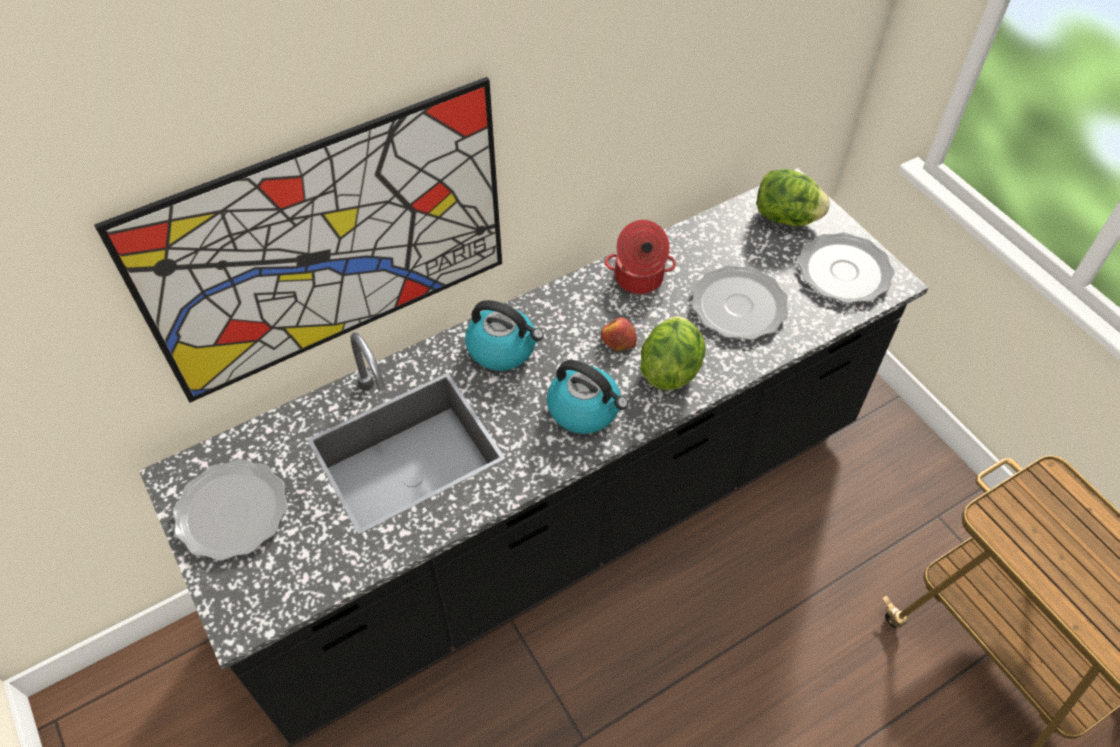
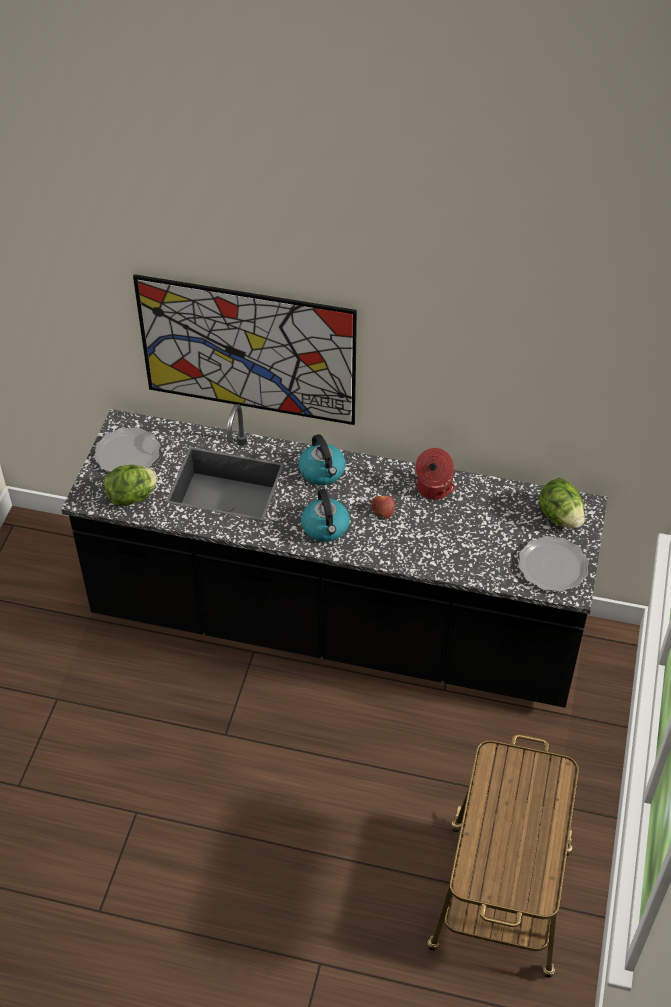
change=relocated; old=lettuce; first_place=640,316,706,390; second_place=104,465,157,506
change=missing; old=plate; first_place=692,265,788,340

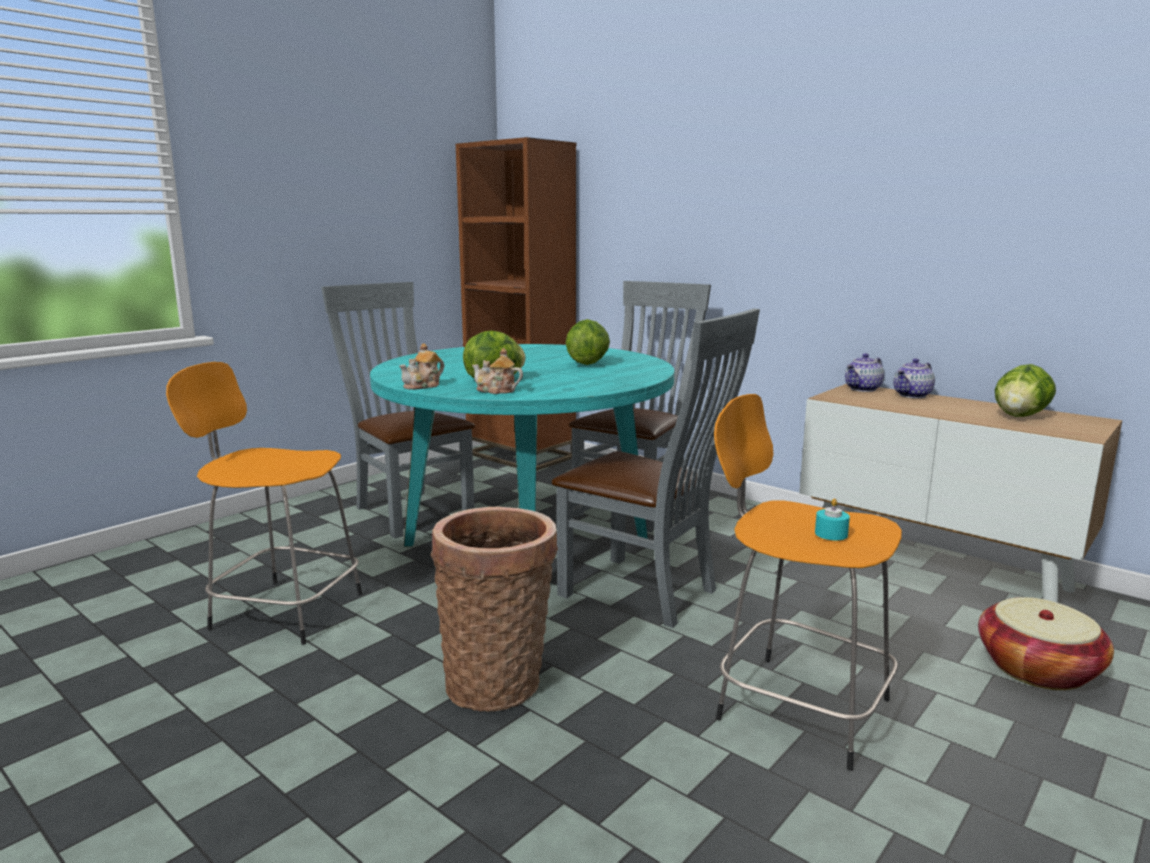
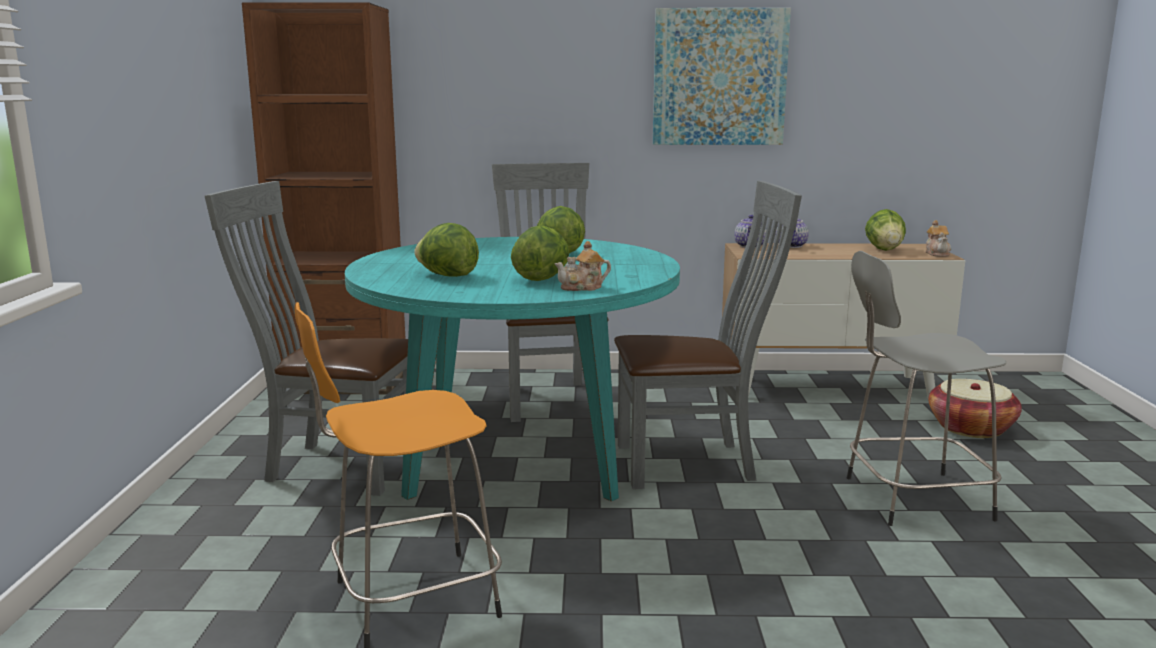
change=appeared; new=lettuce; second_place=414,223,479,277
change=appeared; new=picture; second_place=653,8,791,145
change=colour; old=stool (orange); new=stool (grey); first_place=714,394,902,771; second_place=847,251,1006,526
change=relocated; old=teapot; first_place=399,343,444,390; second_place=926,220,951,257
change=missing; old=basket; first_place=431,507,558,712
change=missing; old=candle (turquoise); first_place=815,498,850,540

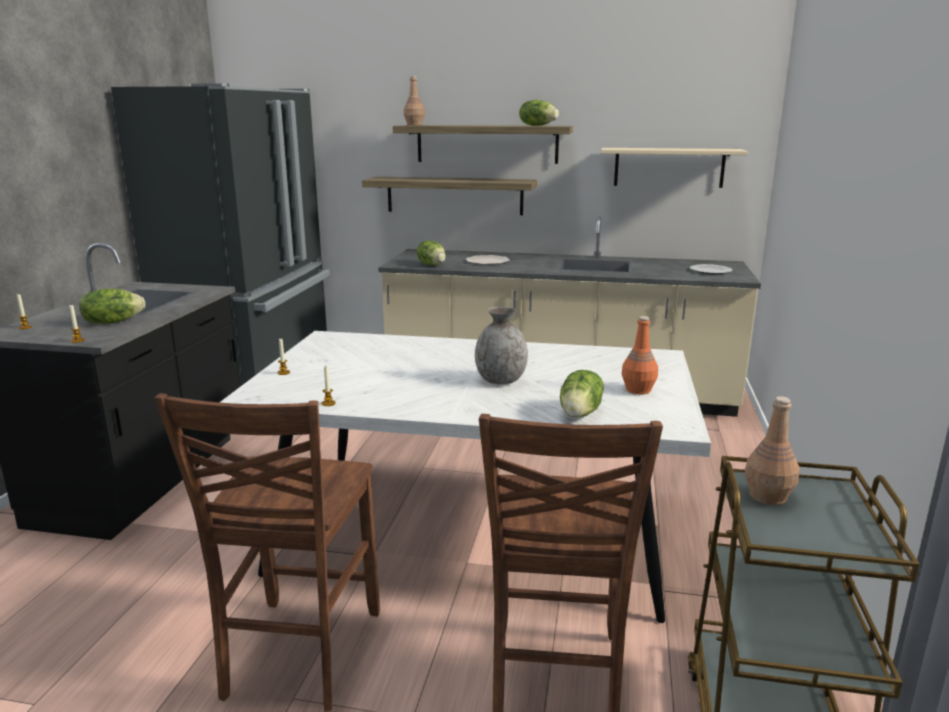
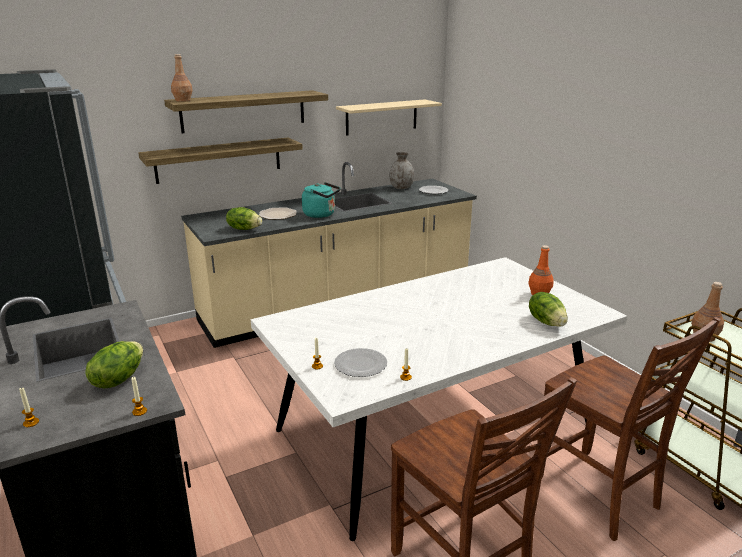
change=appeared; new=kettle (turquoise); second_place=302,182,340,218
change=appeared; new=plate; second_place=334,348,387,377
change=relocated; old=vase (grey); first_place=475,307,528,385; second_place=389,152,414,189
change=missing; old=lettuce; first_place=519,100,559,126

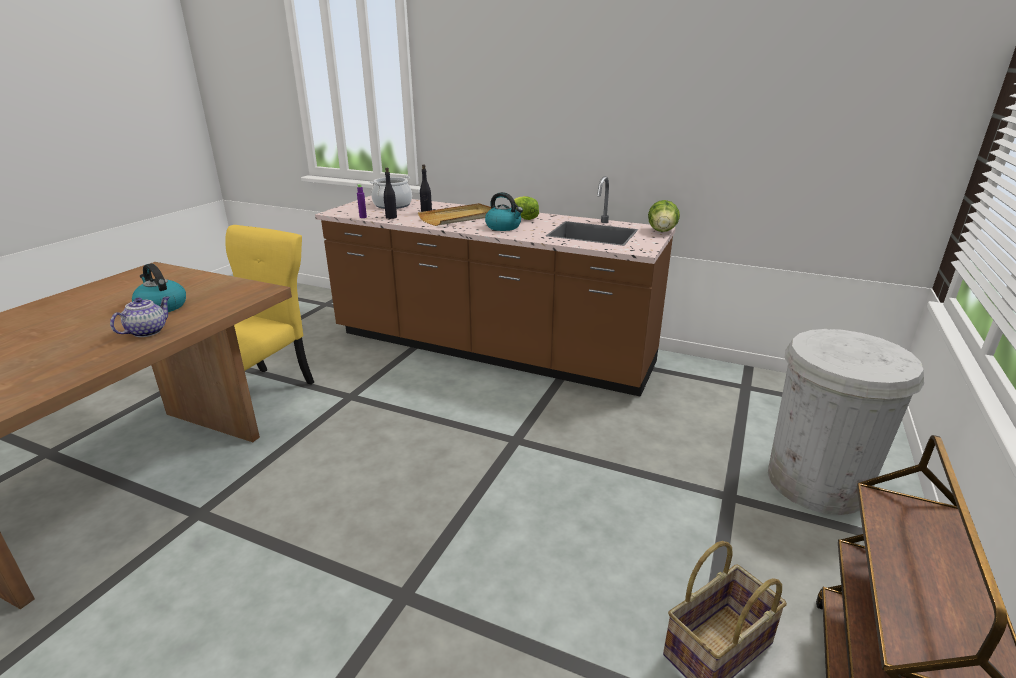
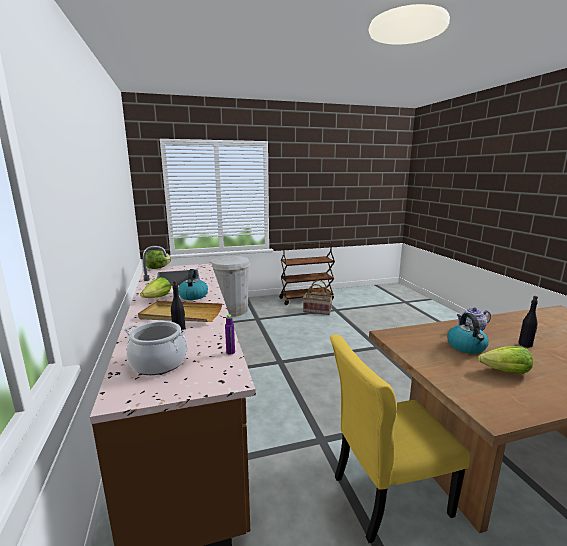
change=appeared; new=lettuce; second_place=478,346,533,374
change=relocated; old=bottle (black); first_place=384,168,397,219; second_place=518,296,538,347

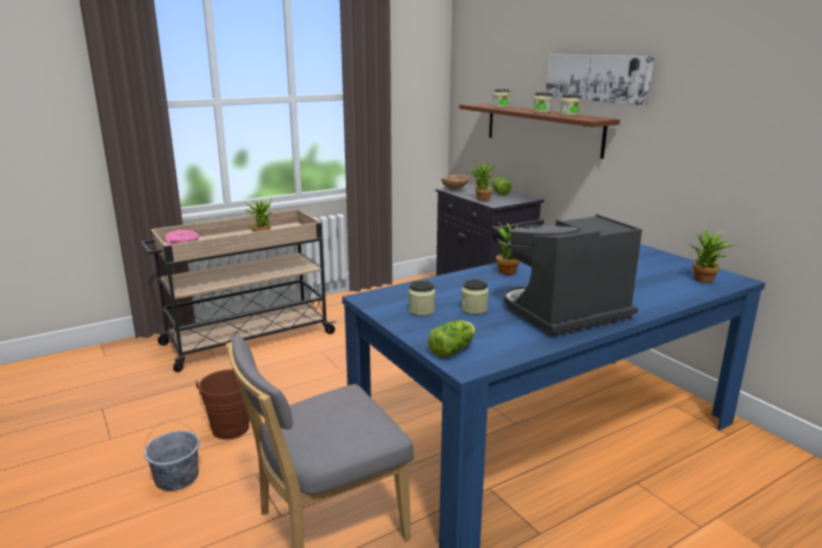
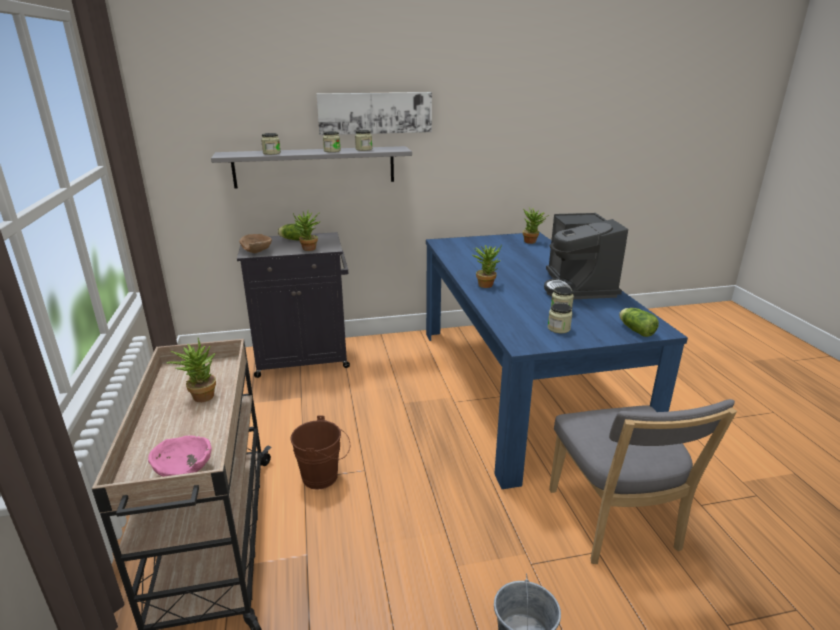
change=colour; old=shelf (brown); new=shelf (grey); first_place=459,103,620,159; second_place=211,146,412,189
change=relocated; old=bucket (brown); first_place=196,369,250,440; second_place=290,416,350,490

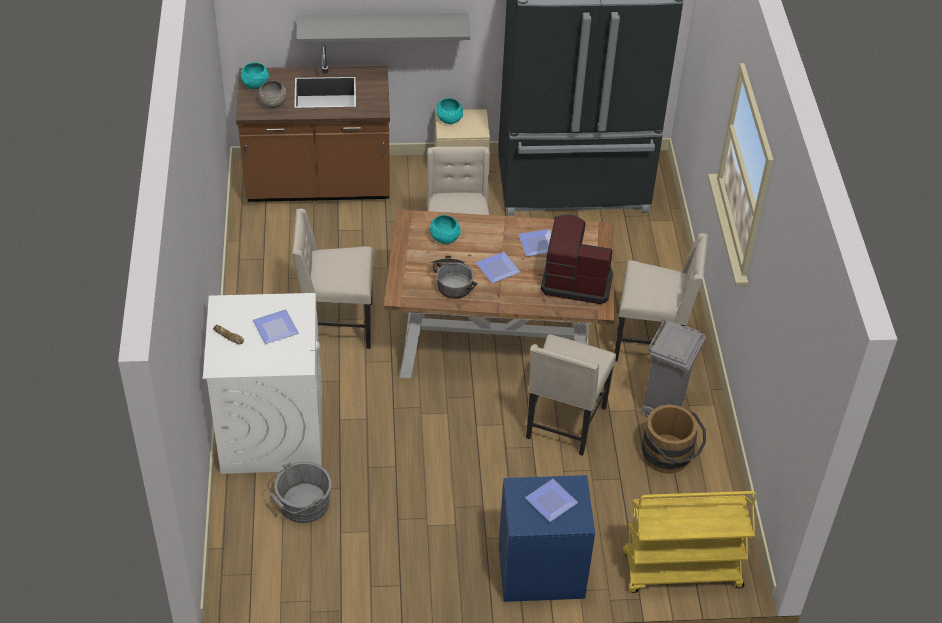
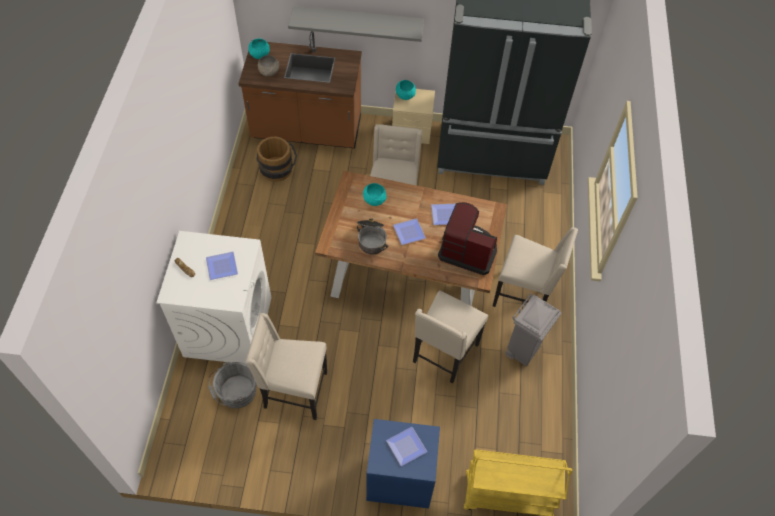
change=relocated; old=chair (beige); first_place=292,208,373,349; second_place=246,313,327,420
change=relocated; old=bucket (brown); first_place=642,404,706,474; second_place=256,137,297,182

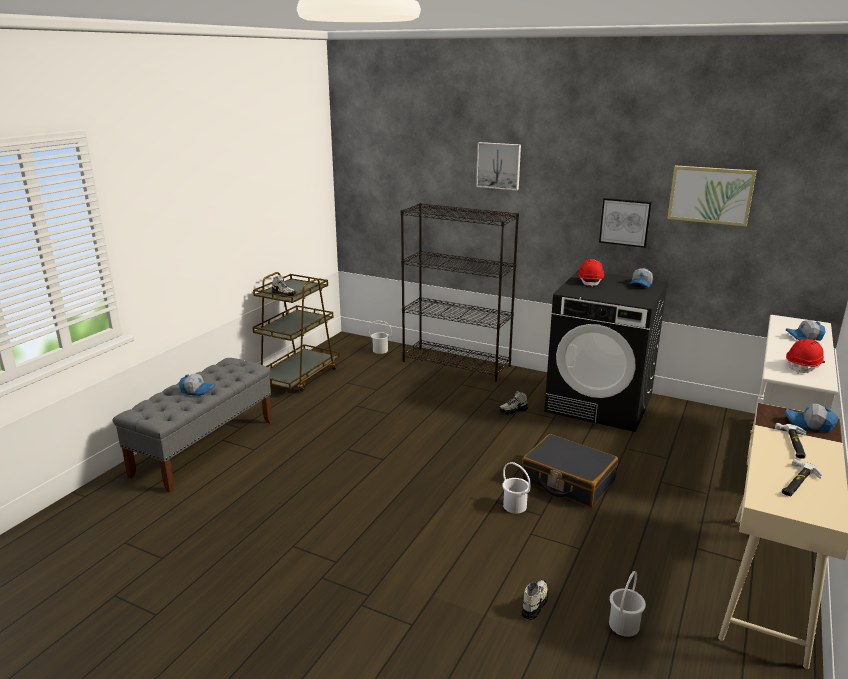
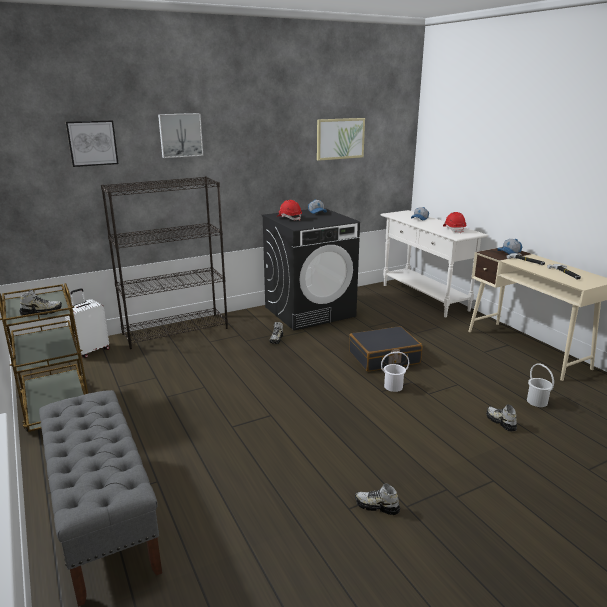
change=exchanged; old=bucket (white); new=suitcase (white); first_place=368,321,392,354; second_place=65,288,110,358
change=relocated; old=picture; first_place=599,198,652,248; second_place=66,120,119,167
change=appeared; new=shoe; second_place=355,483,400,515
change=missing; old=cap; first_place=179,373,215,396

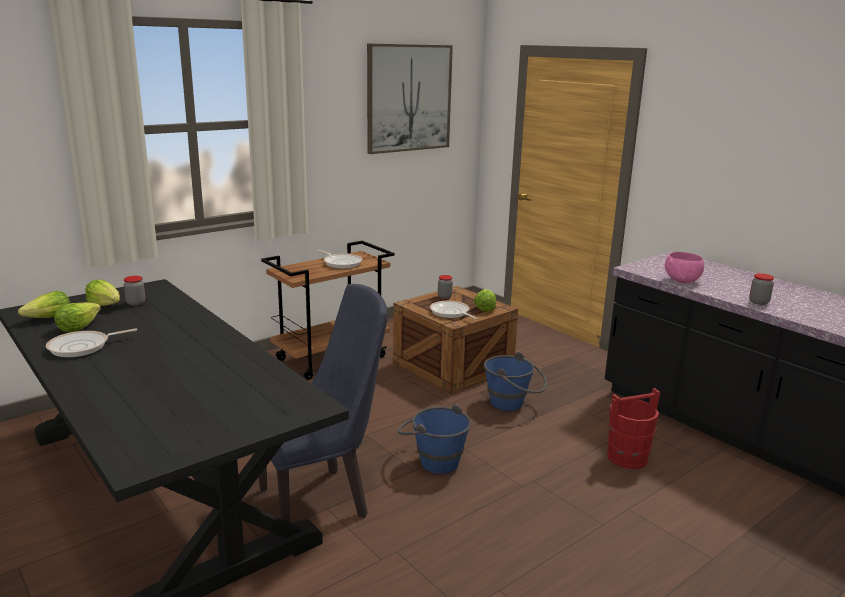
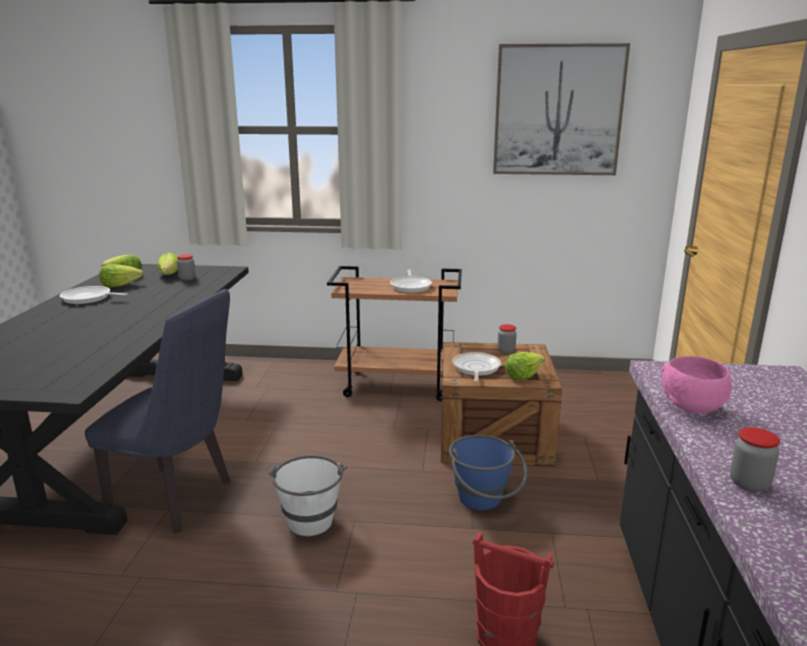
change=colour; old=bucket (blue); new=bucket (white); first_place=397,403,471,474; second_place=268,455,347,536

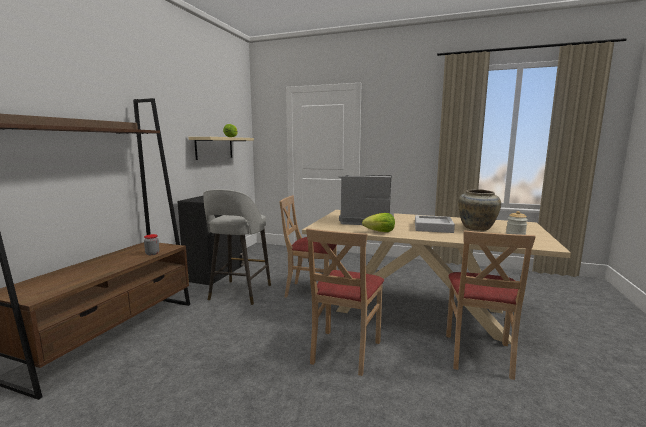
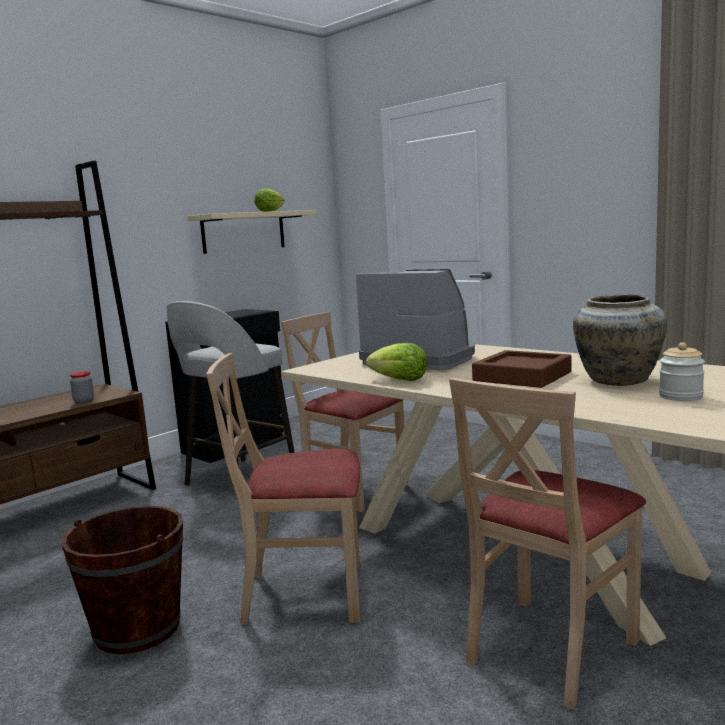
change=appeared; new=bucket (brown); second_place=61,506,183,654
change=spun; old=chair (beige); first_place=306,228,384,376; second_place=206,353,360,624; degrees=45
change=colour; old=tray (grey); new=tray (brown); first_place=415,215,455,233; second_place=472,350,572,388

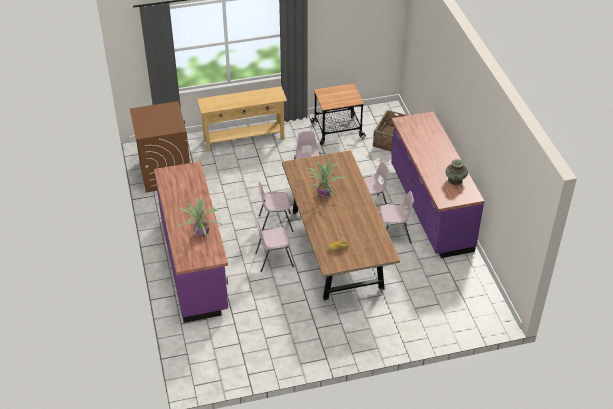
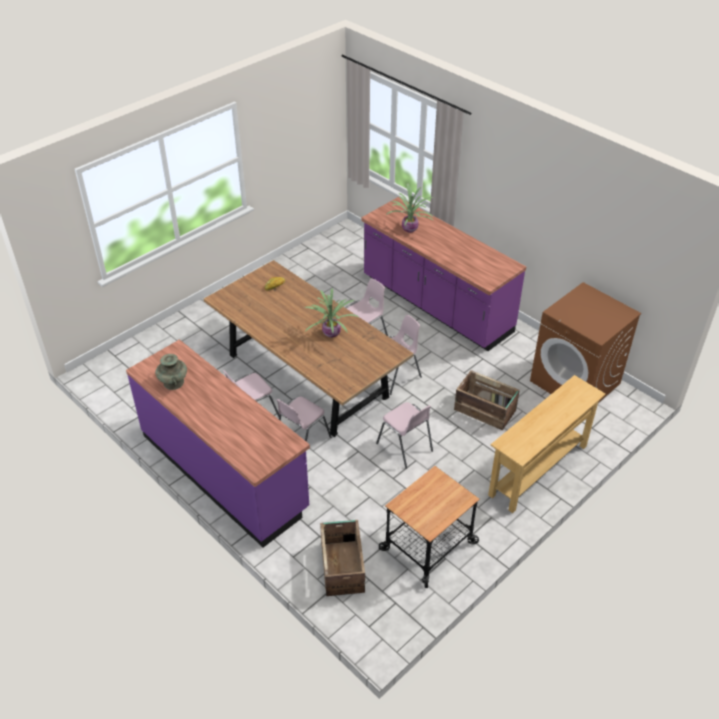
change=appeared; new=crate; second_place=454,370,520,430

